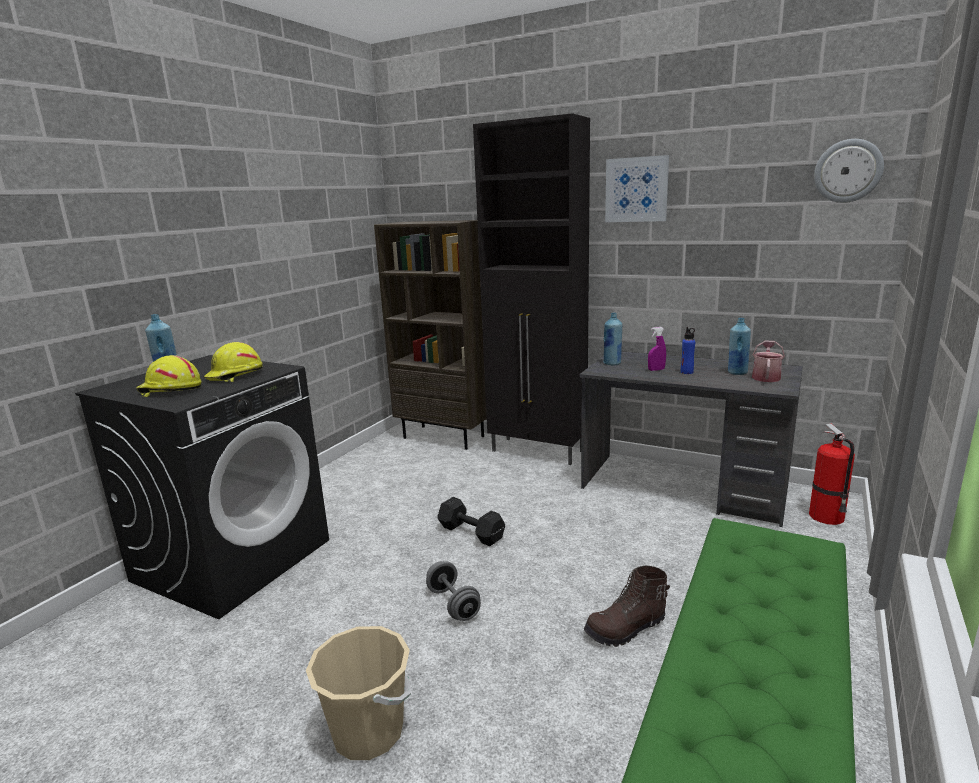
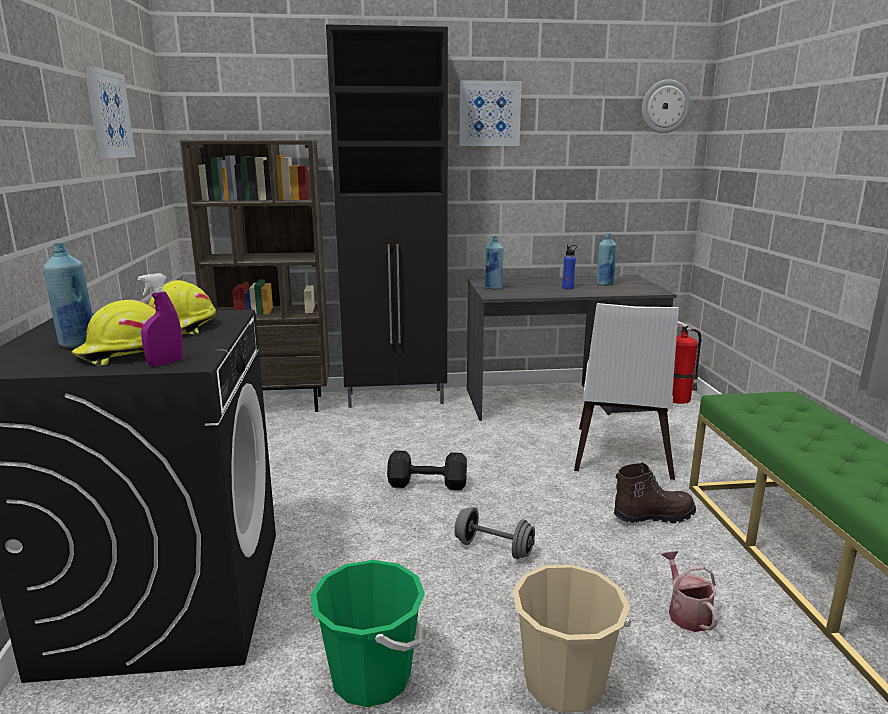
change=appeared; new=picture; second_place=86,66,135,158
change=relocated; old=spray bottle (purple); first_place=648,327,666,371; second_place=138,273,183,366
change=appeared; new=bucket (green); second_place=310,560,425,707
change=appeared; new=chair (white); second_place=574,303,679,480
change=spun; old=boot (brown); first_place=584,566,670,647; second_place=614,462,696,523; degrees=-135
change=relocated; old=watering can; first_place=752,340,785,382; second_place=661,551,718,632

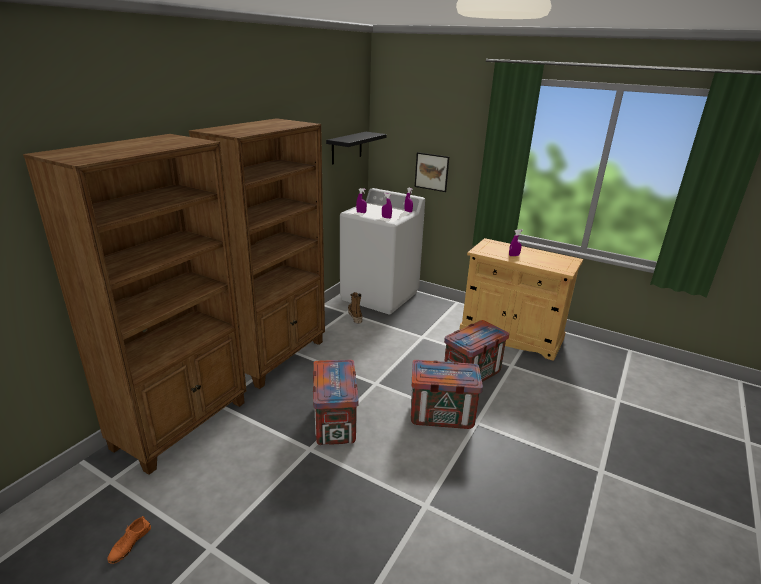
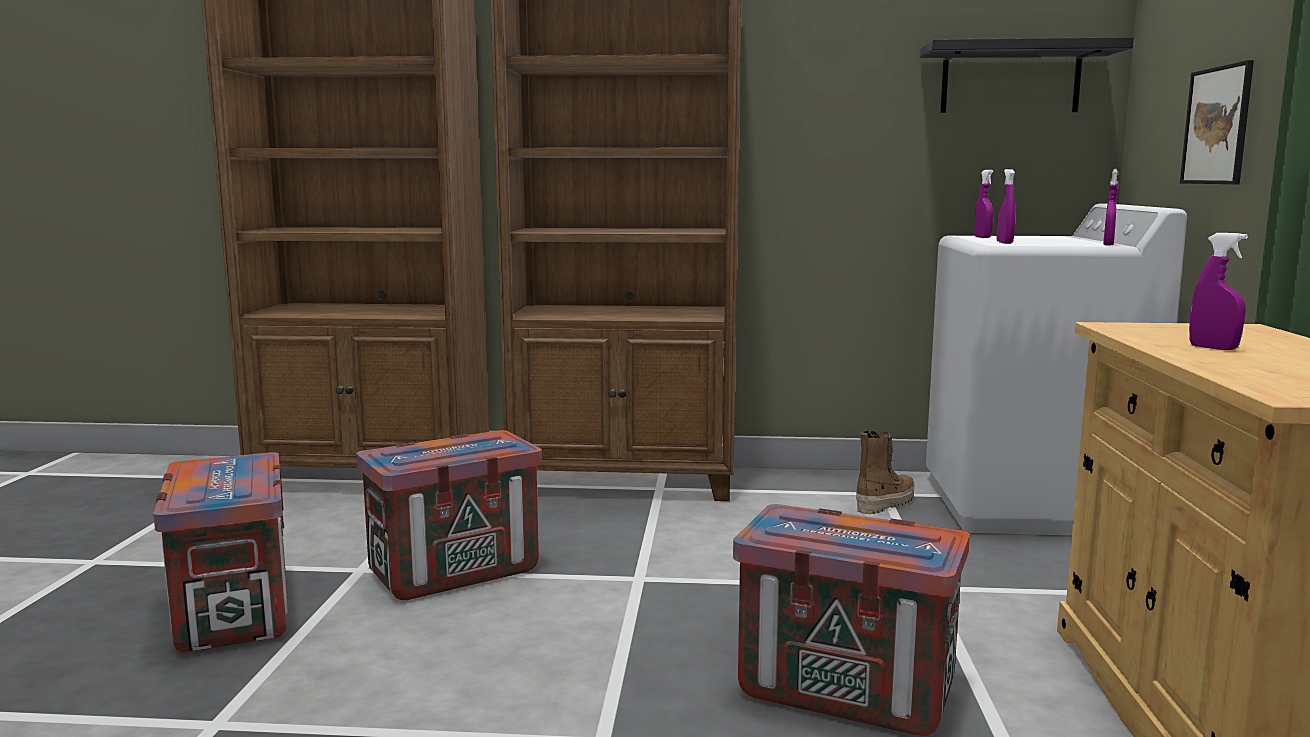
change=relocated; old=crate; first_place=411,360,483,429; second_place=153,452,288,653
change=missing; old=shoe (orange); first_place=108,516,151,564

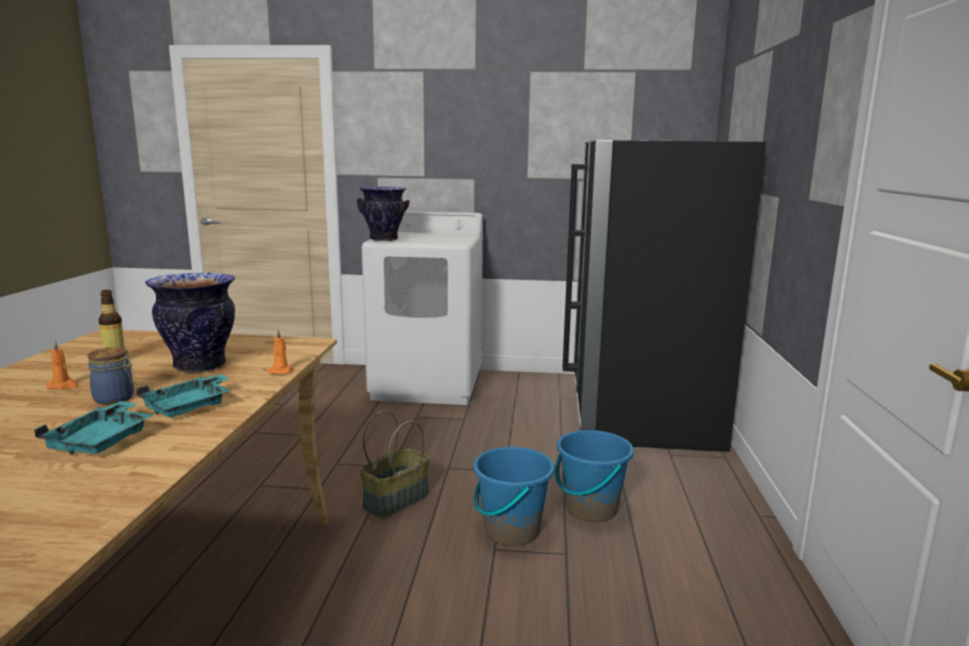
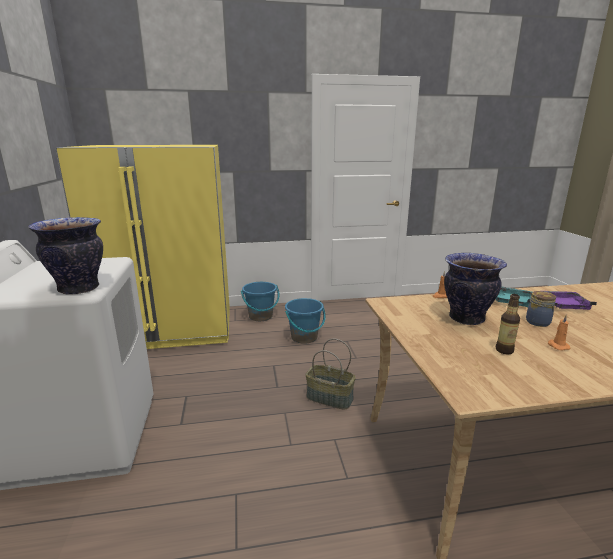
change=colour; old=fridge (black); new=fridge (yellow); first_place=563,140,766,452; second_place=55,145,230,349
change=relocated; old=bucket (blue); first_place=473,446,555,546; second_place=241,282,280,321
change=colour; old=tray (turquoise); new=tray (purple); first_place=34,401,155,455; second_place=544,291,597,310

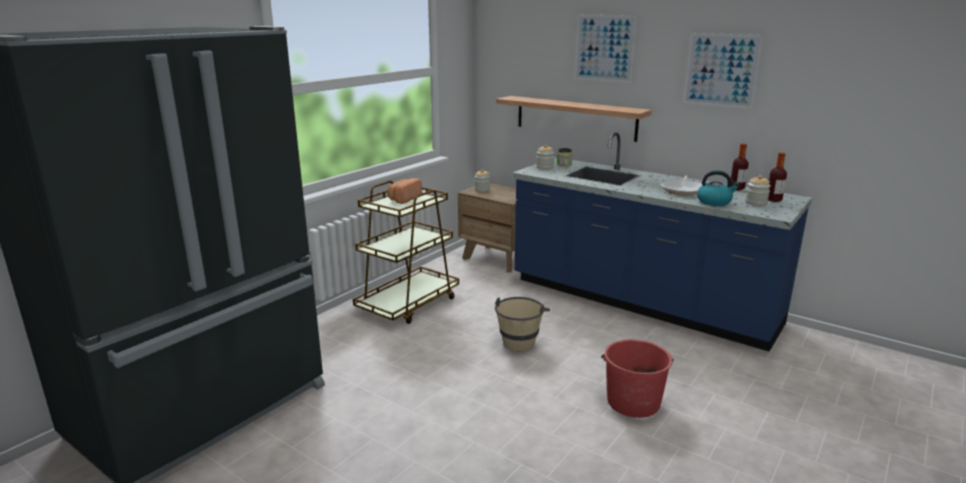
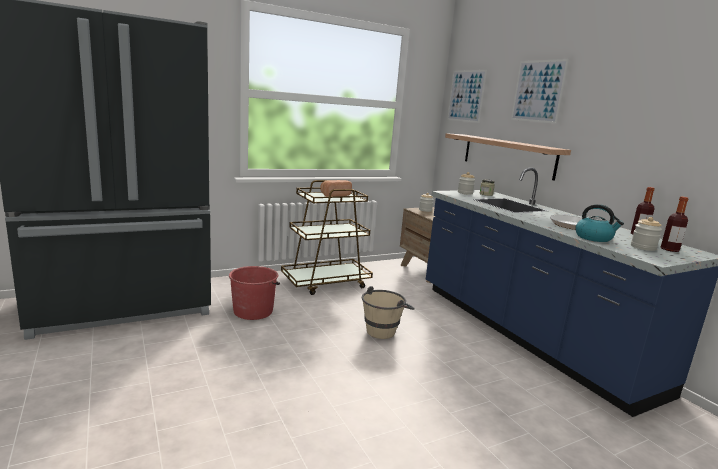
change=relocated; old=bucket (red); first_place=601,339,674,418; second_place=229,266,280,320
change=relocated; old=picture; first_place=683,33,764,109; second_place=447,70,487,123

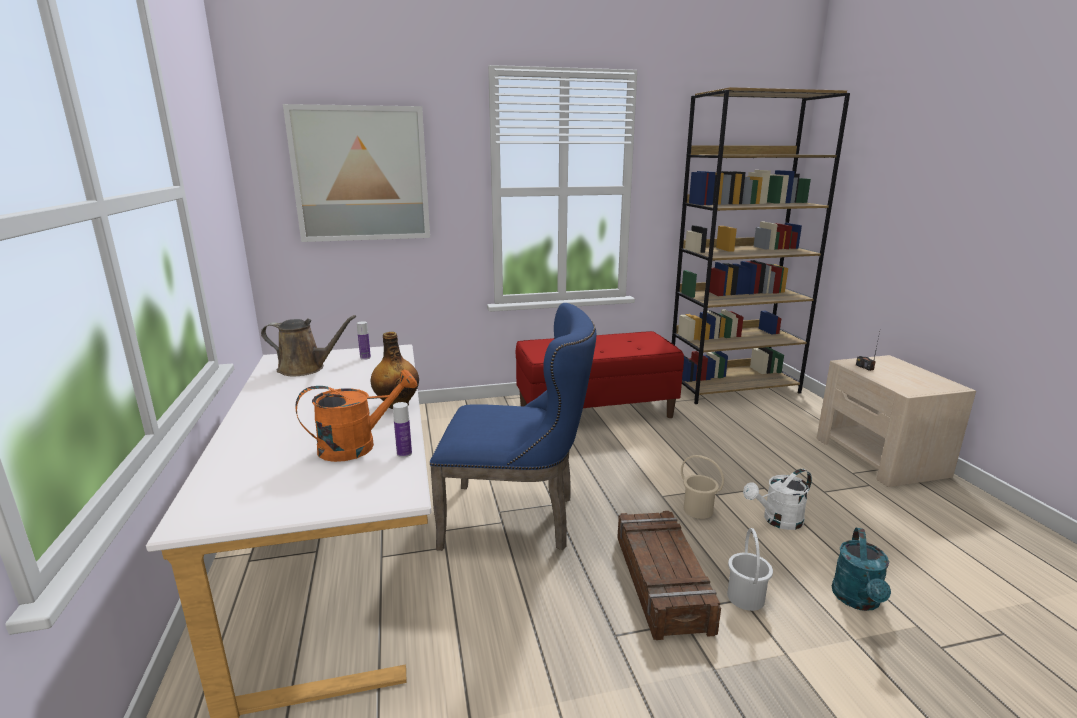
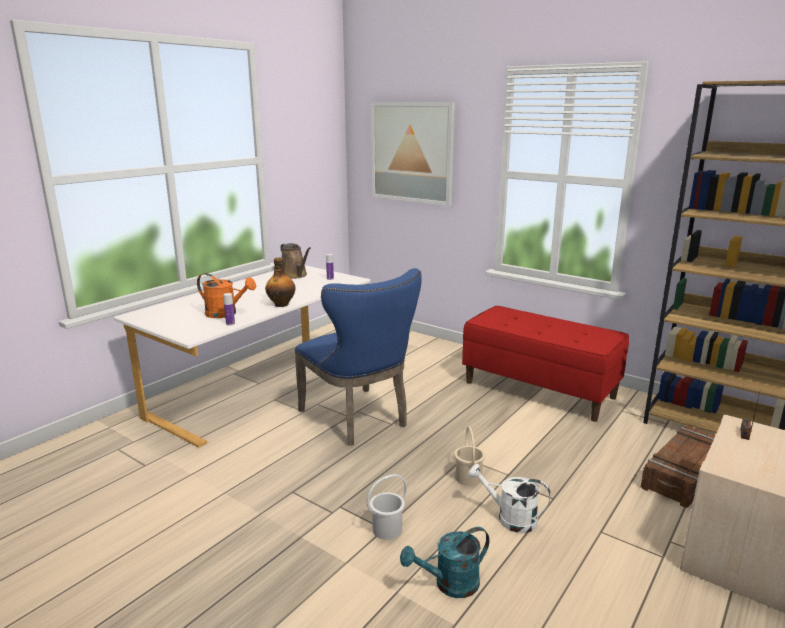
change=relocated; old=crate; first_place=617,511,721,640; second_place=641,425,716,508

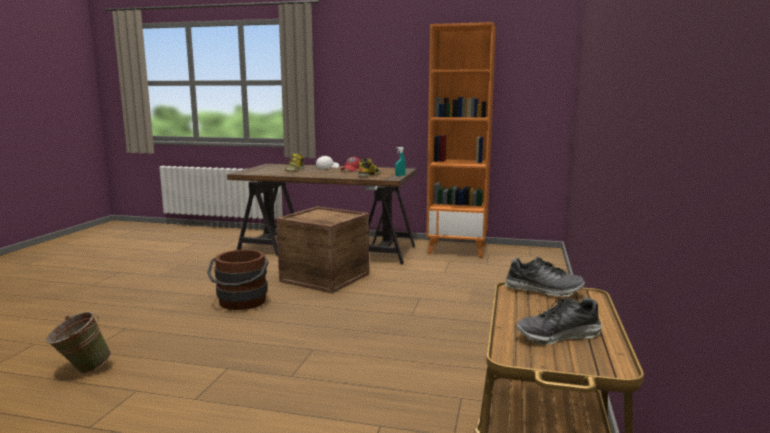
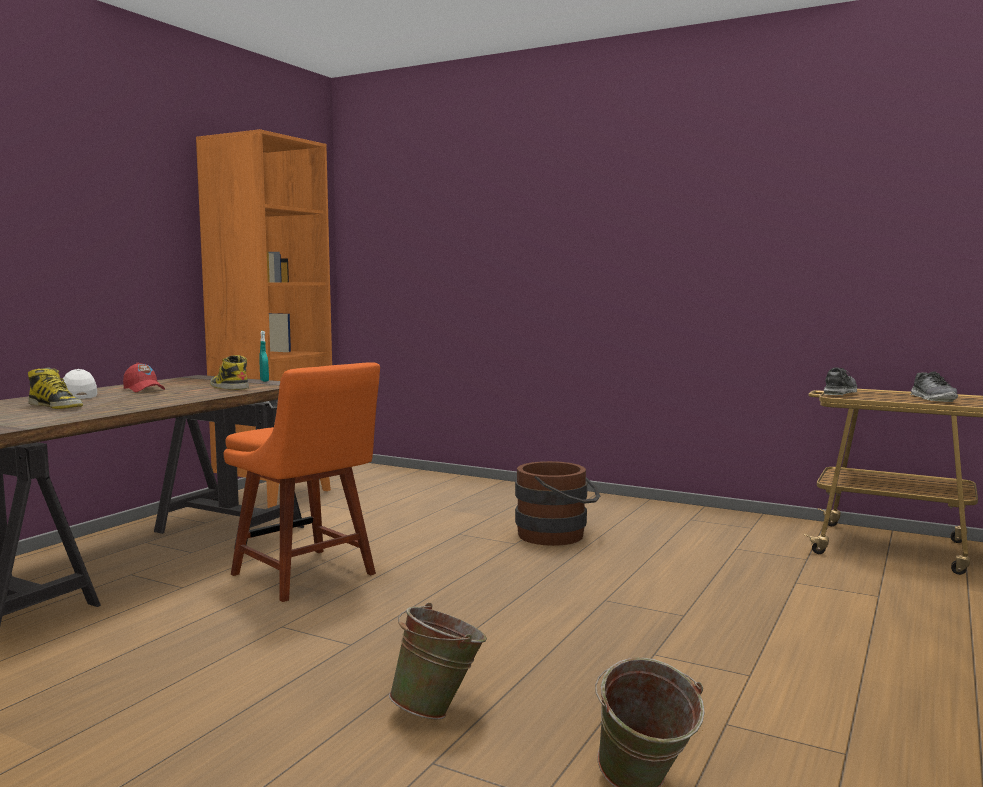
change=exchanged; old=crate; new=chair (orange); first_place=276,207,369,294; second_place=224,362,380,602
change=appeared; new=bucket (green); second_place=389,603,487,720
change=relocated; old=bucket (brown); first_place=207,250,268,310; second_place=515,461,600,546

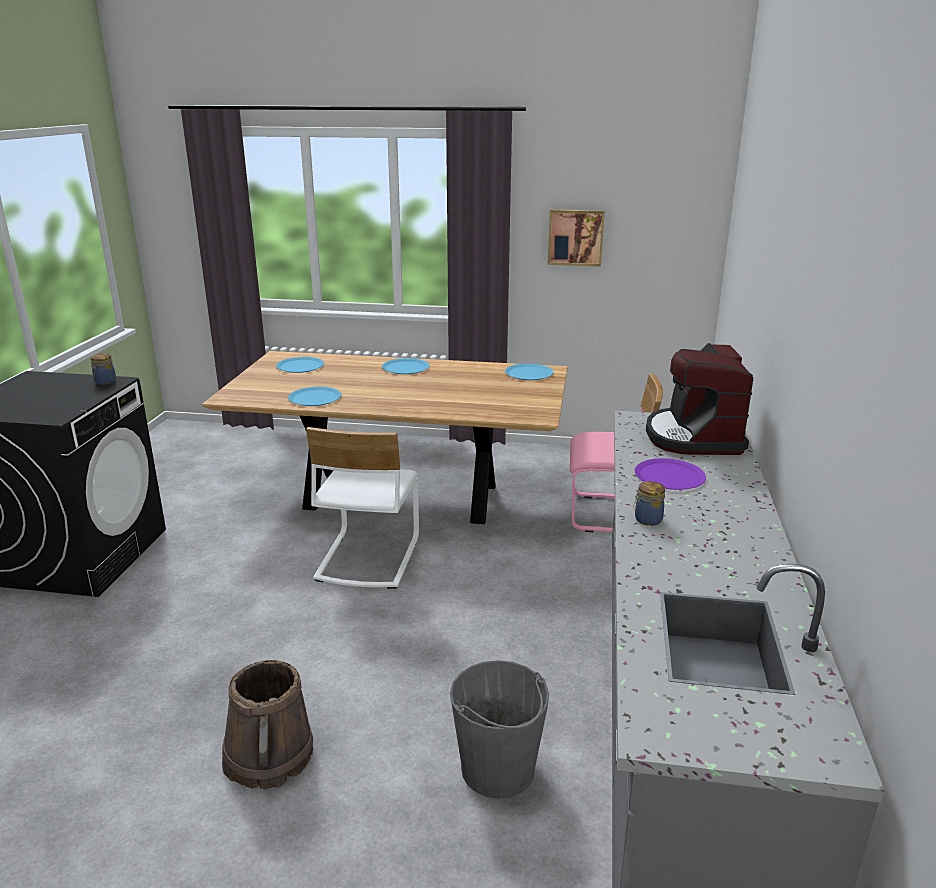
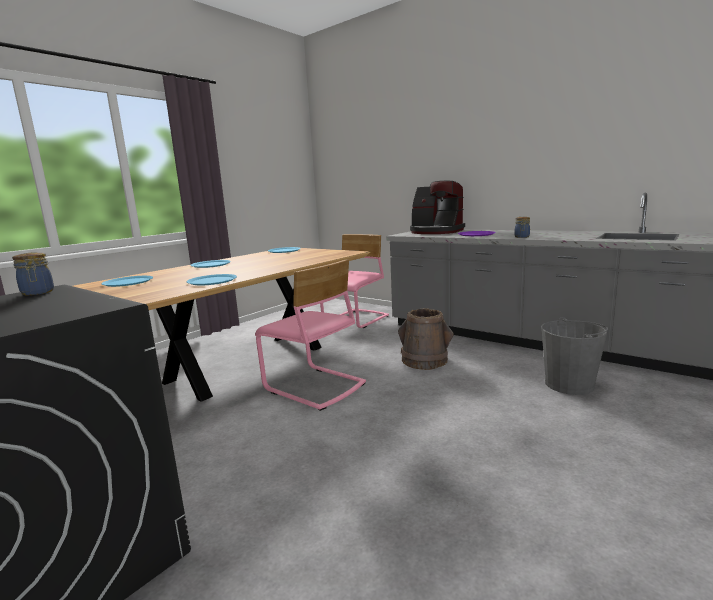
change=colour; old=chair (white); new=chair (pink); first_place=306,427,419,589; second_place=255,259,366,411
change=relocated; old=bucket (brown); first_place=222,660,313,790; second_place=398,308,454,370
change=missing; old=picture; first_place=548,209,605,266

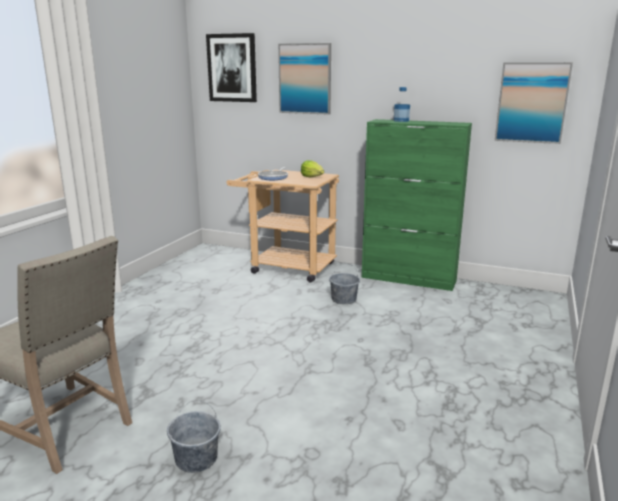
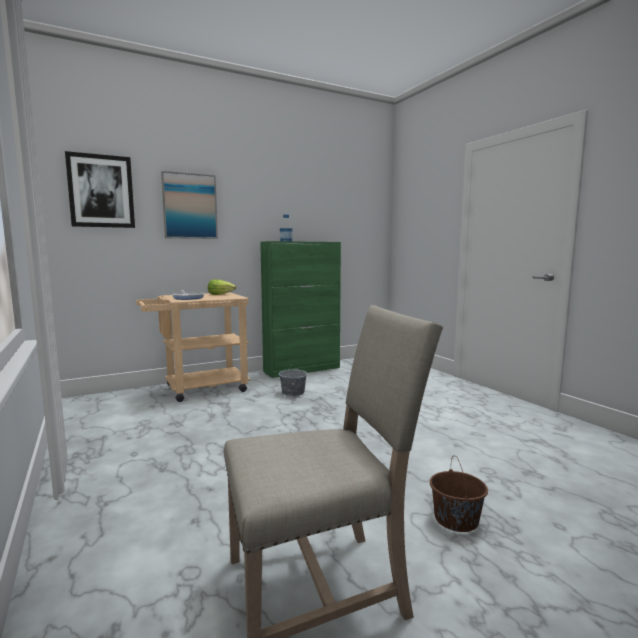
change=colour; old=bucket (grey); new=bucket (brown); first_place=167,400,221,473; second_place=430,456,488,532
change=missing; old=picture; first_place=495,62,573,144

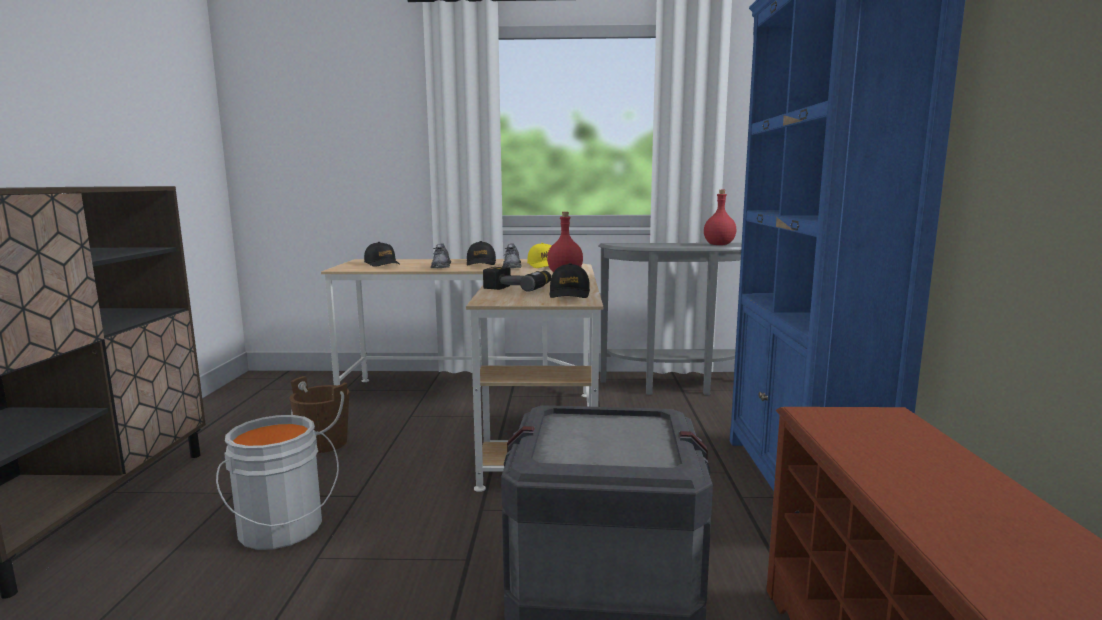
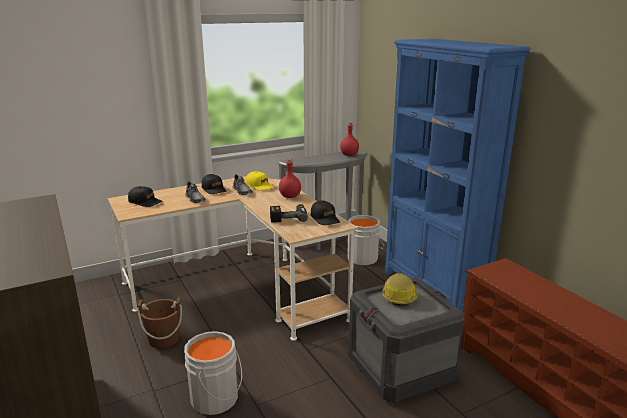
change=appeared; new=bucket (grey); second_place=347,215,384,265
change=appeared; new=hard hat; second_place=382,273,418,307

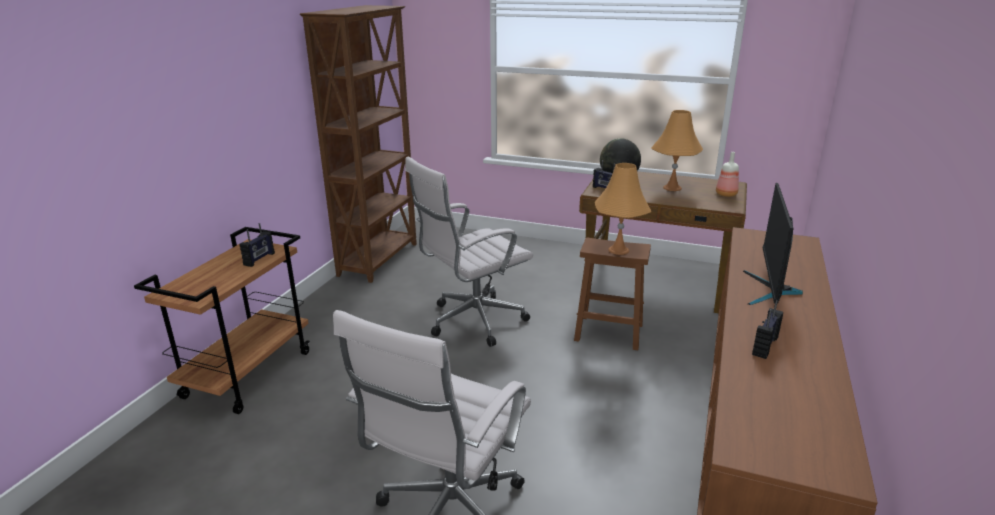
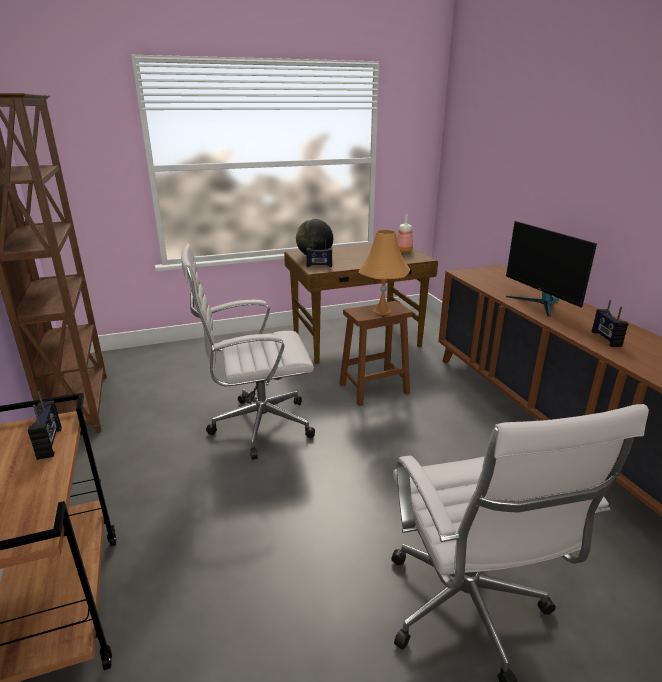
change=spun; old=office chair (white); first_place=405,157,533,347; second_place=181,244,315,459; degrees=60
change=missing; old=table lamp (orange); first_place=651,110,703,191

